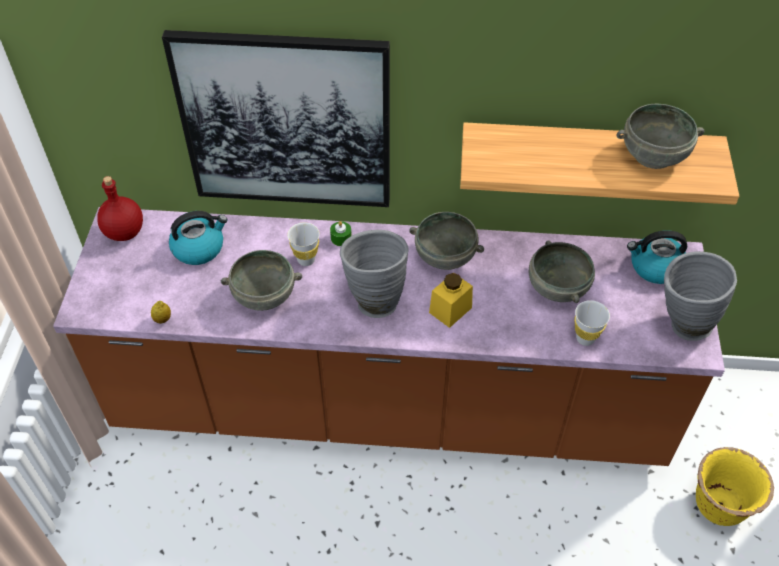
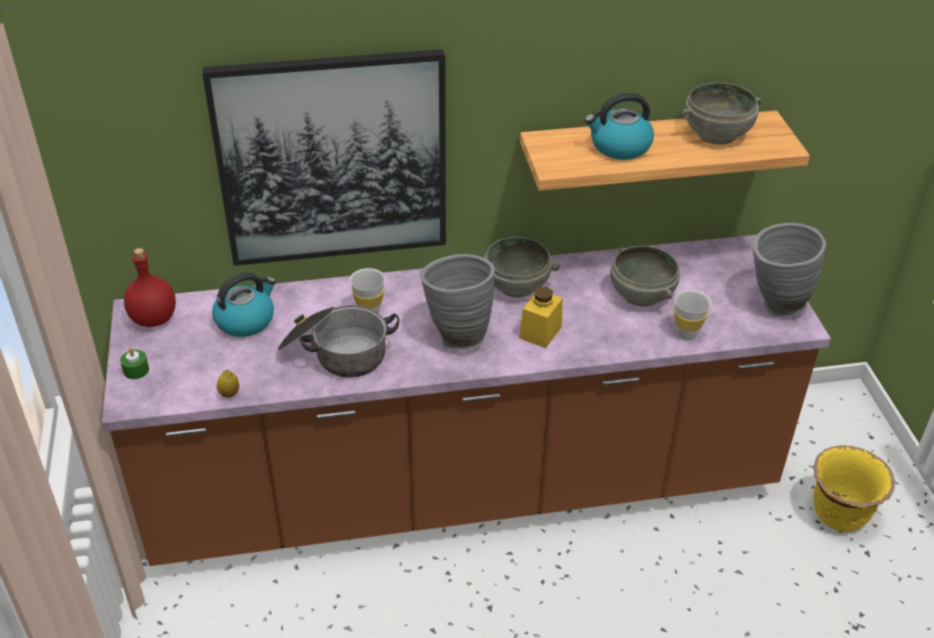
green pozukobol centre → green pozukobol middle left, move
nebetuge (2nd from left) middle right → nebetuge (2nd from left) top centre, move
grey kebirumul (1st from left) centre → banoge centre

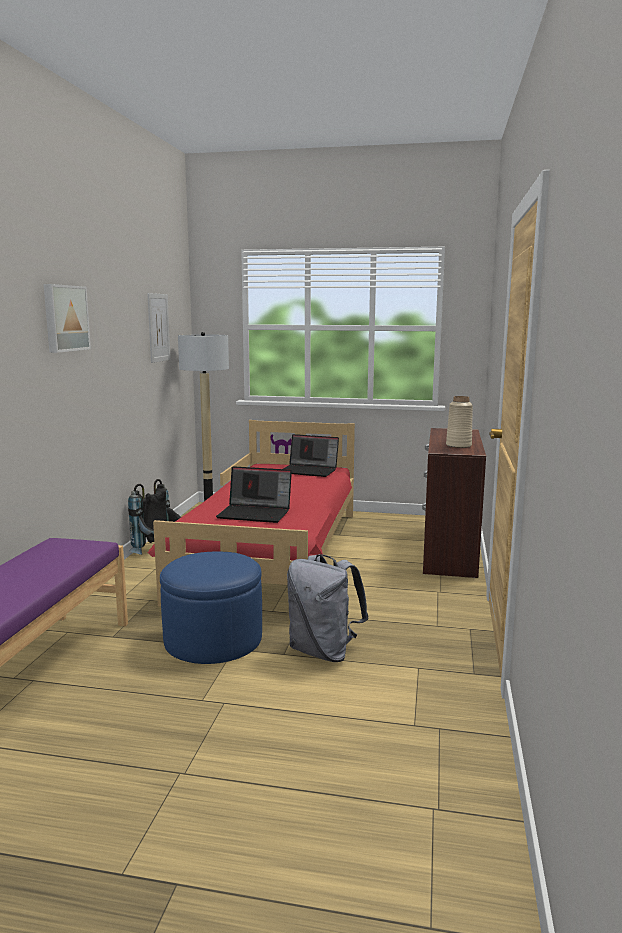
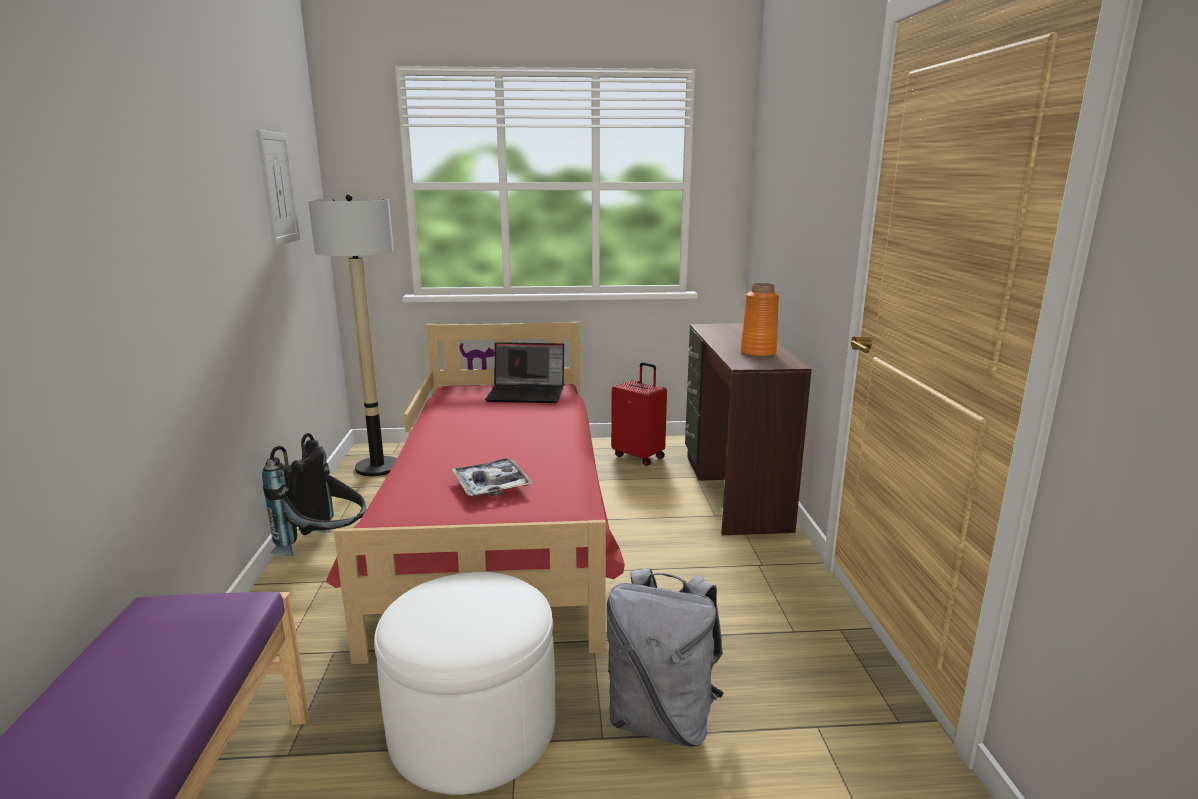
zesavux (1st from left) middle left → -
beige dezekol middle right → orange dezekol centre
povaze (1st from left) centre → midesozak centre
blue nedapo centre → white nedapo bottom centre
- → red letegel centre

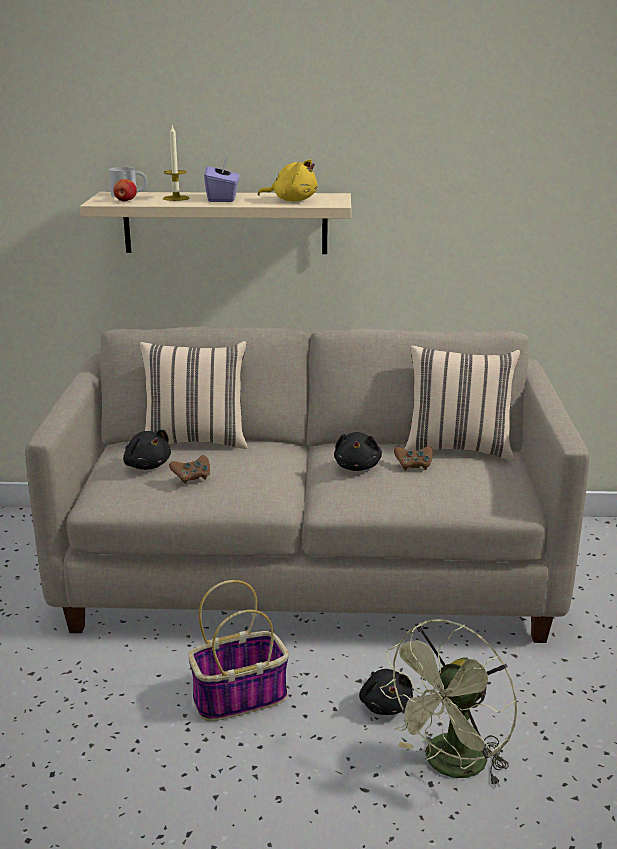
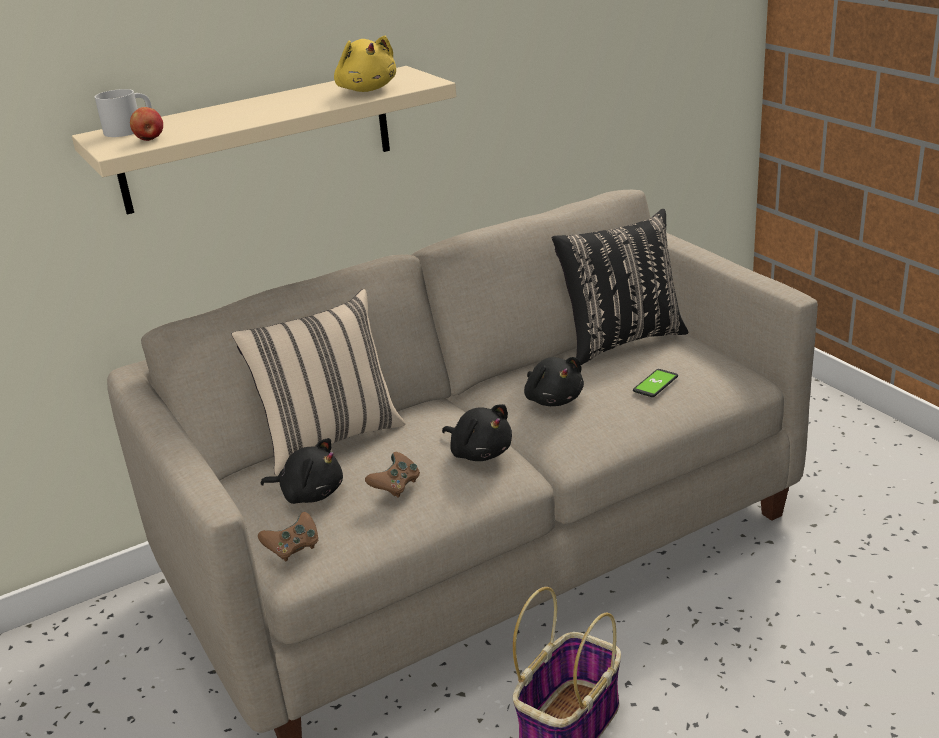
pozukobol top left → -
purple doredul top centre → -
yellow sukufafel top centre, 75 degrees clockwise
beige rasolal (2nd from left) middle right → black rasolal centre
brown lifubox (2nd from left in the first image) middle right → brown lifubox (1st from left) bottom left, move
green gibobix bottom right → -
black sukufafel (3rd from left in the first image) bottom centre → black sukufafel (2nd from left) centre, move
- → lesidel middle right

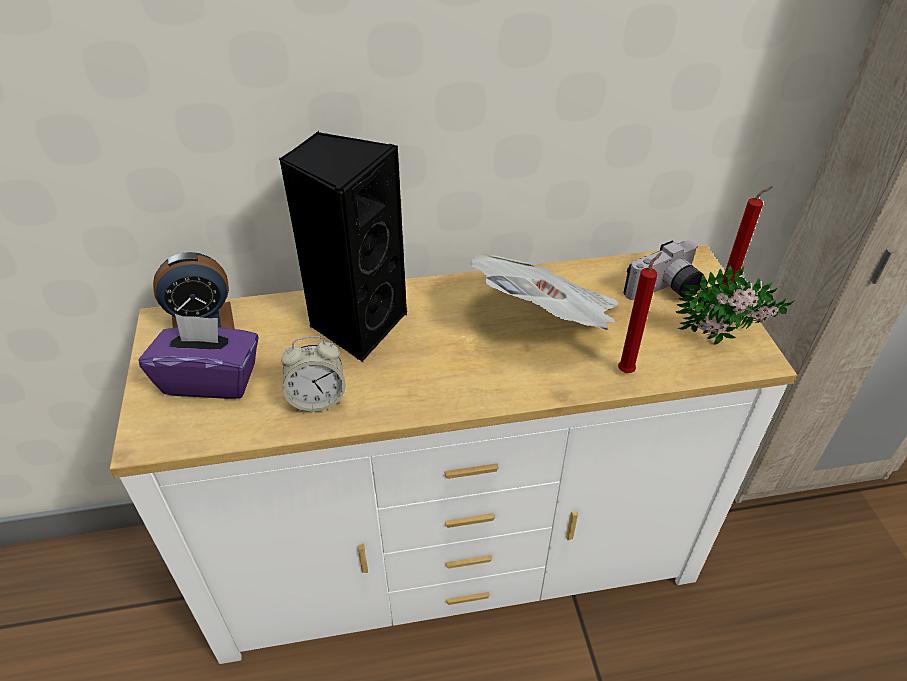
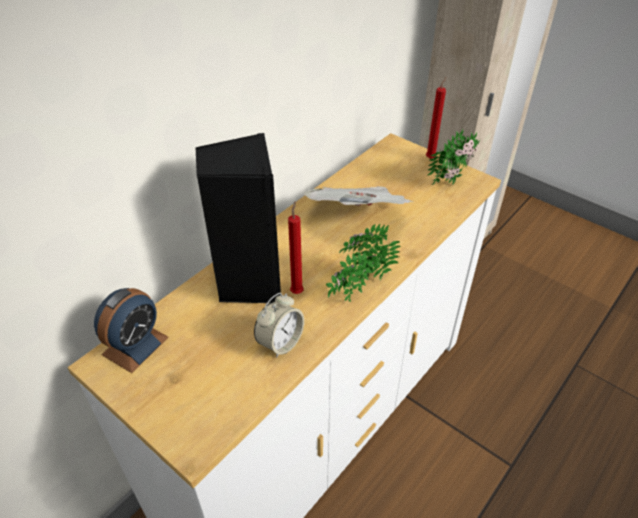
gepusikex middle right → -
red pozukobol (1st from left) middle right → red pozukobol (1st from left) centre, move
purple doredul middle left → -
- → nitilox (1st from left) centre

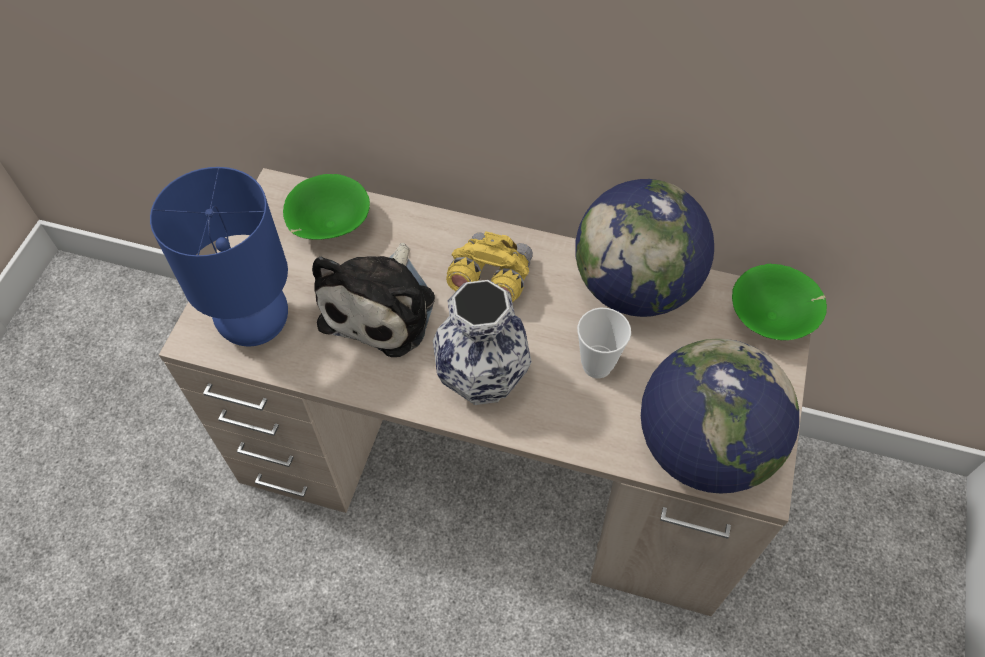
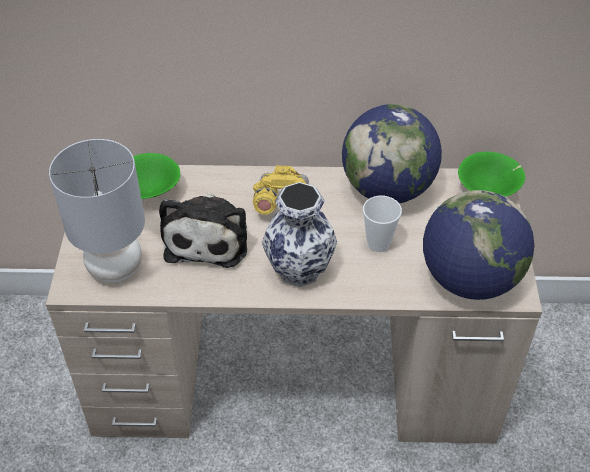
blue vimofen middle left → grey vimofen middle left

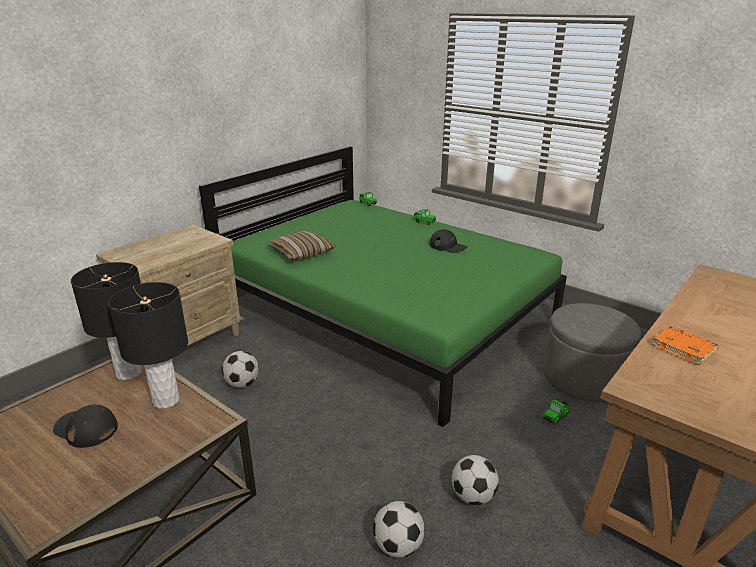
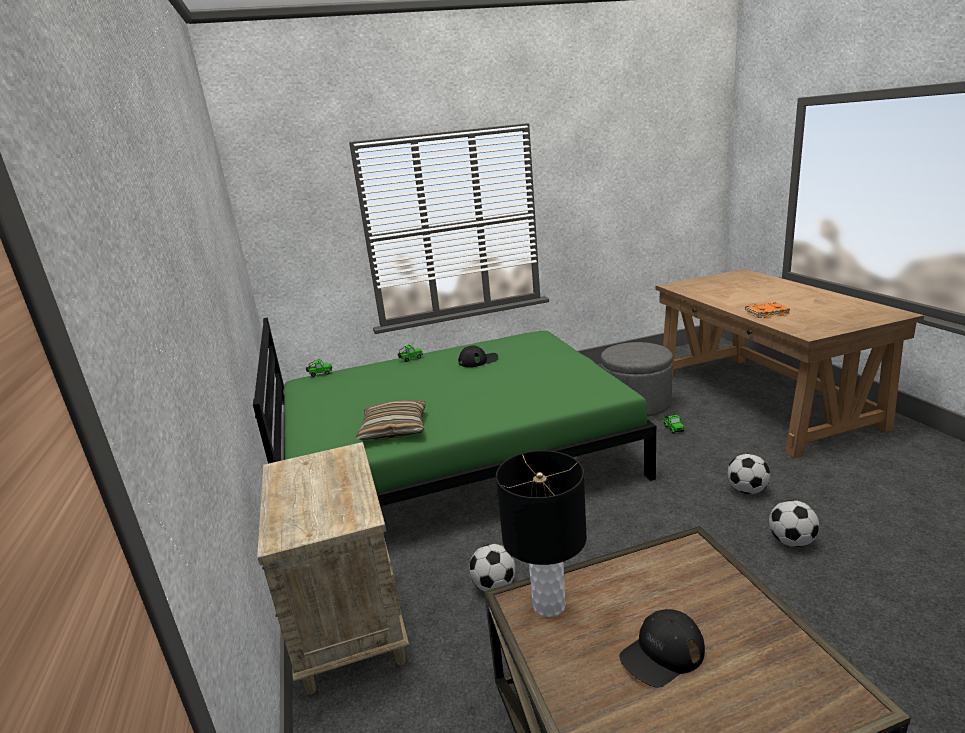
black vimofen (2nd from left) middle left → -

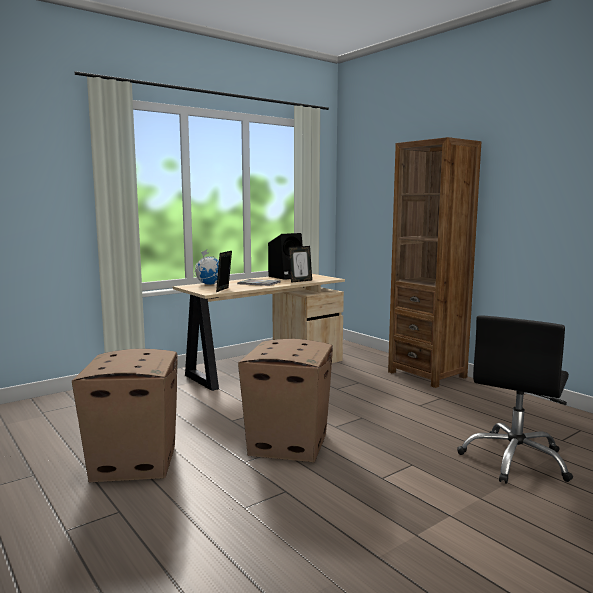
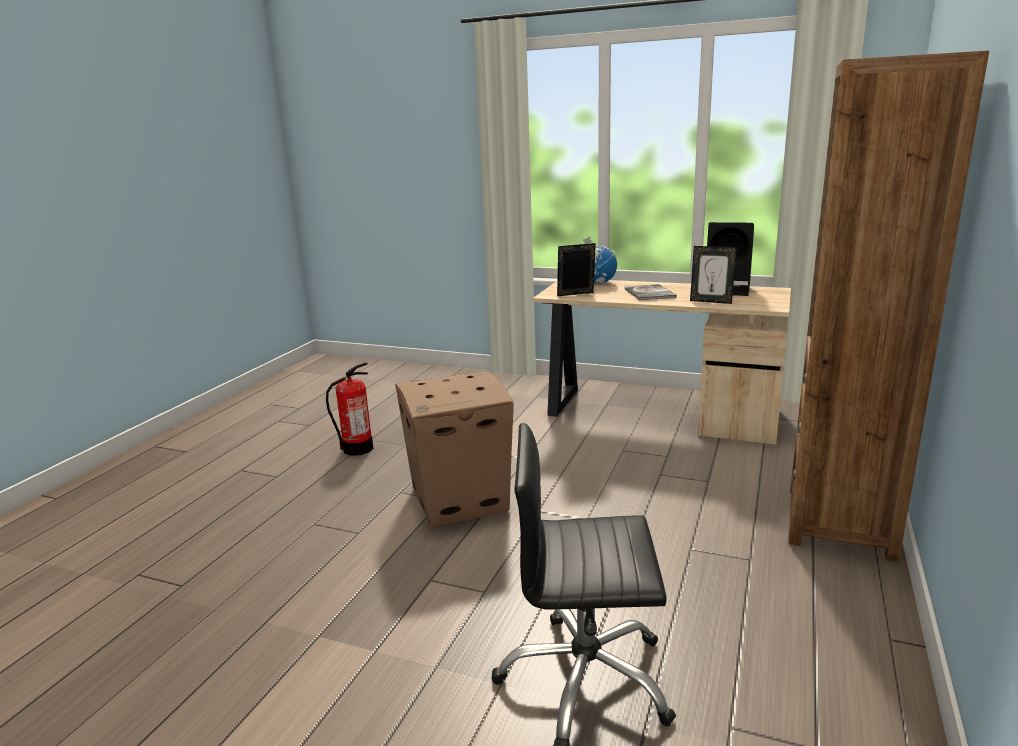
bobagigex (1st from left) bottom left → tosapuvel centre

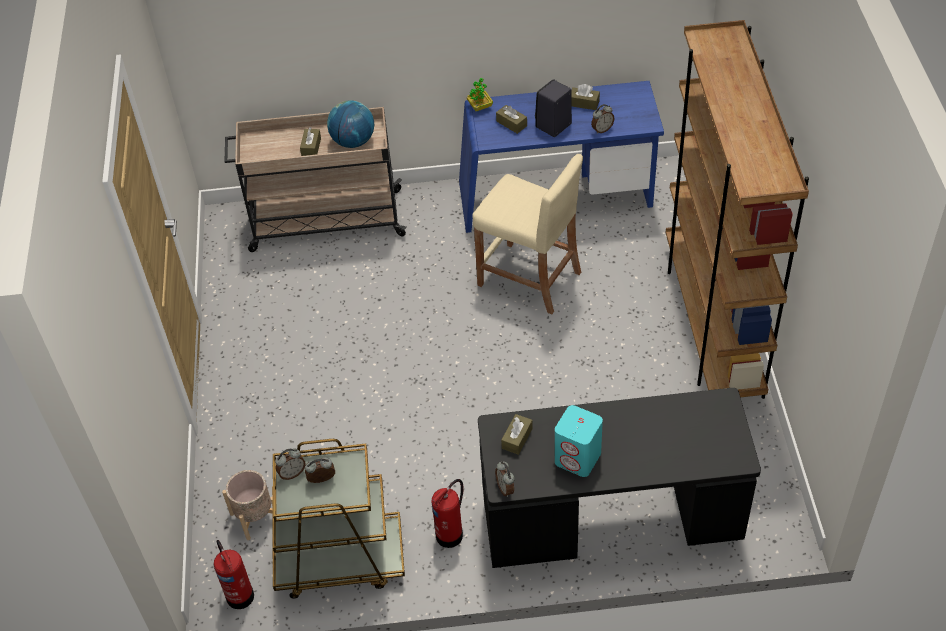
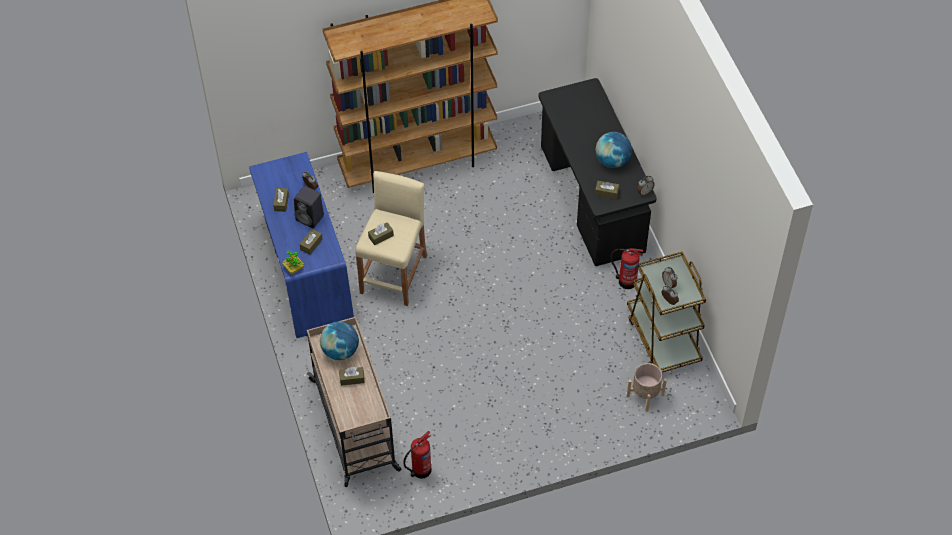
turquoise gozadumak bottom centre → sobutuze (2nd from left) top centre
tosapuvel (1st from left) bottom left → tosapuvel (1st from left) bottom centre, move
- → brown doredul (4th from left) centre

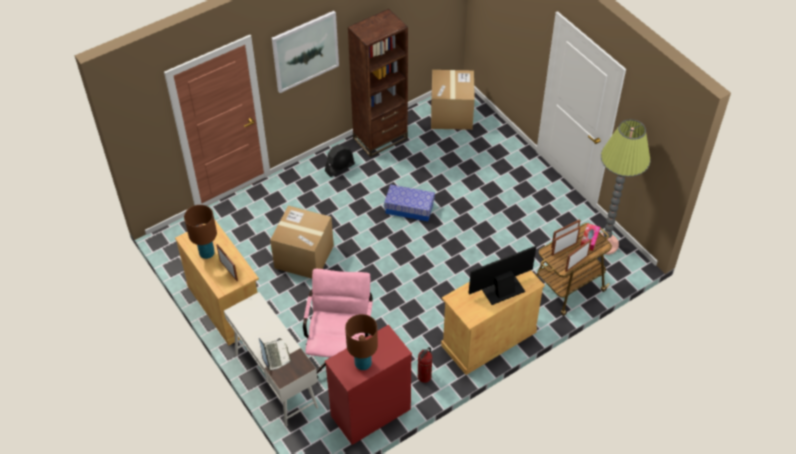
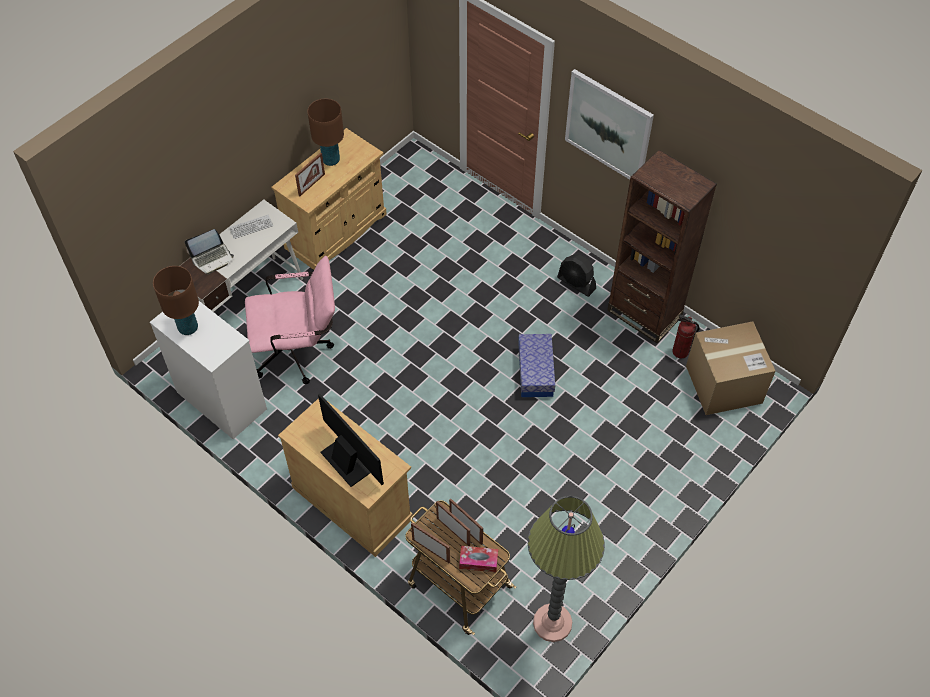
bobagigex (1st from left) centre → -
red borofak bottom centre → white borofak middle left
tosapuvel bottom centre → tosapuvel middle right, move
- → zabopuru top left

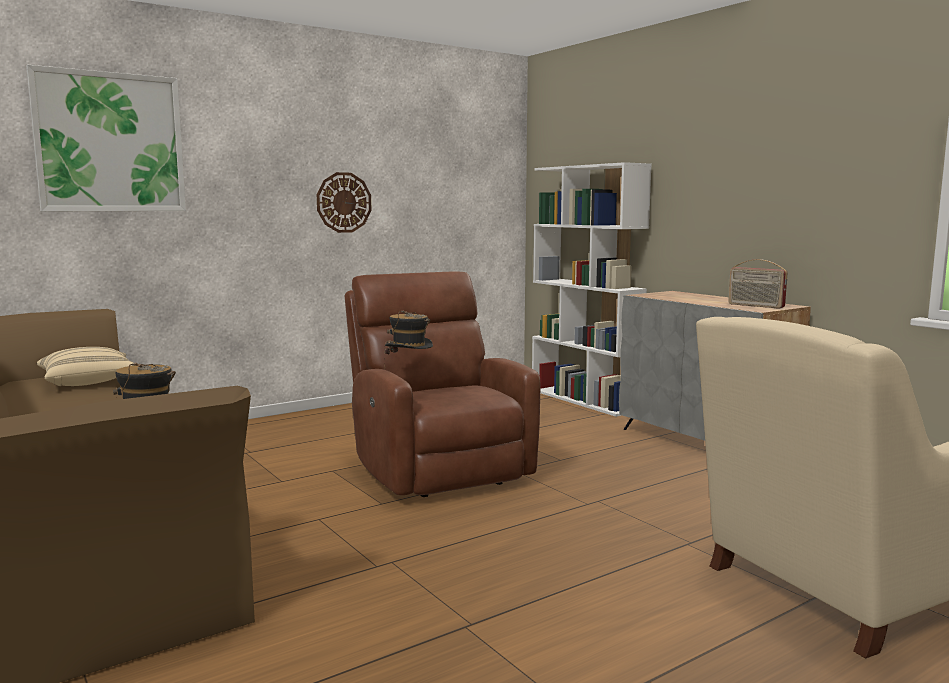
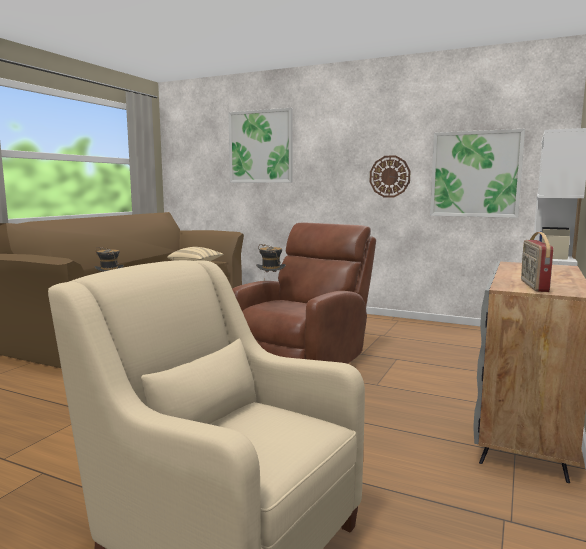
- → zesavux (2nd from left) top right

